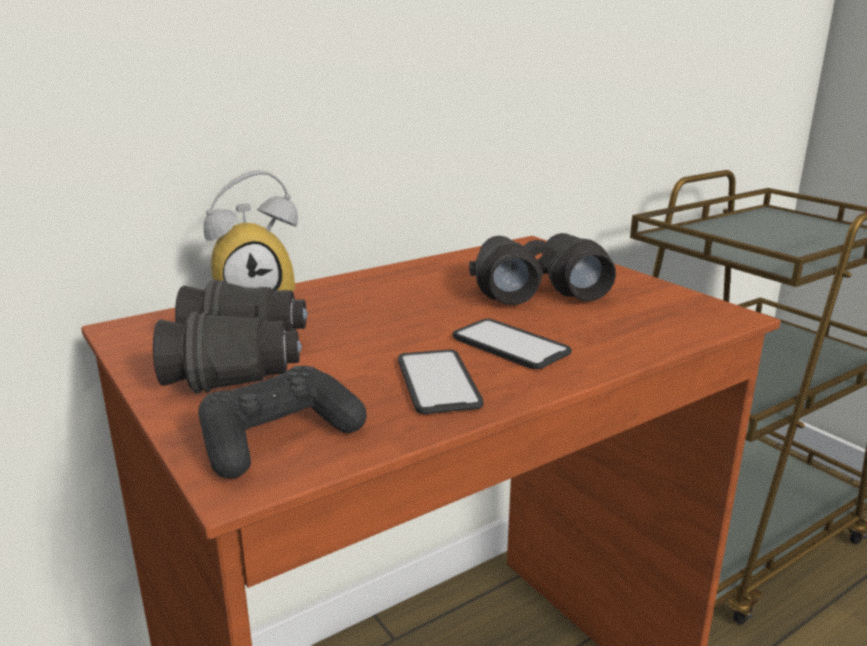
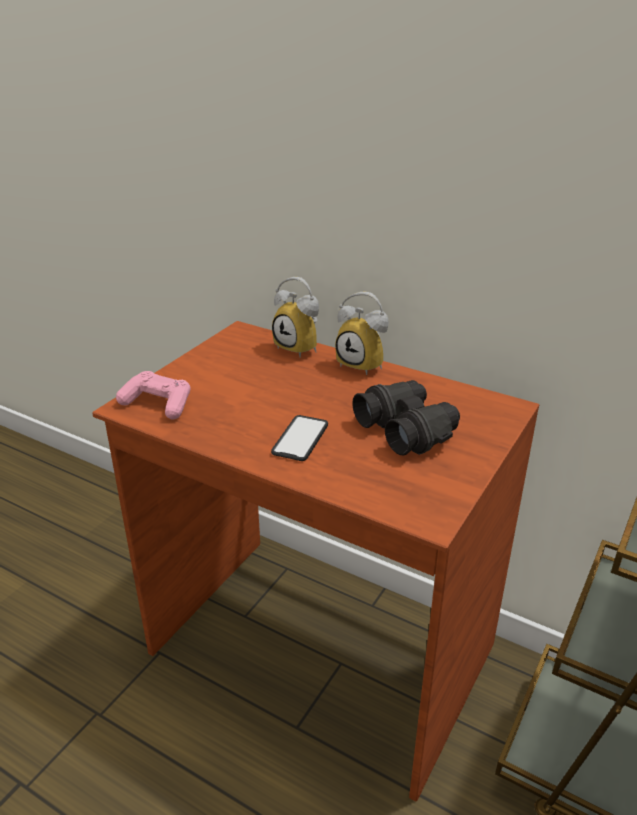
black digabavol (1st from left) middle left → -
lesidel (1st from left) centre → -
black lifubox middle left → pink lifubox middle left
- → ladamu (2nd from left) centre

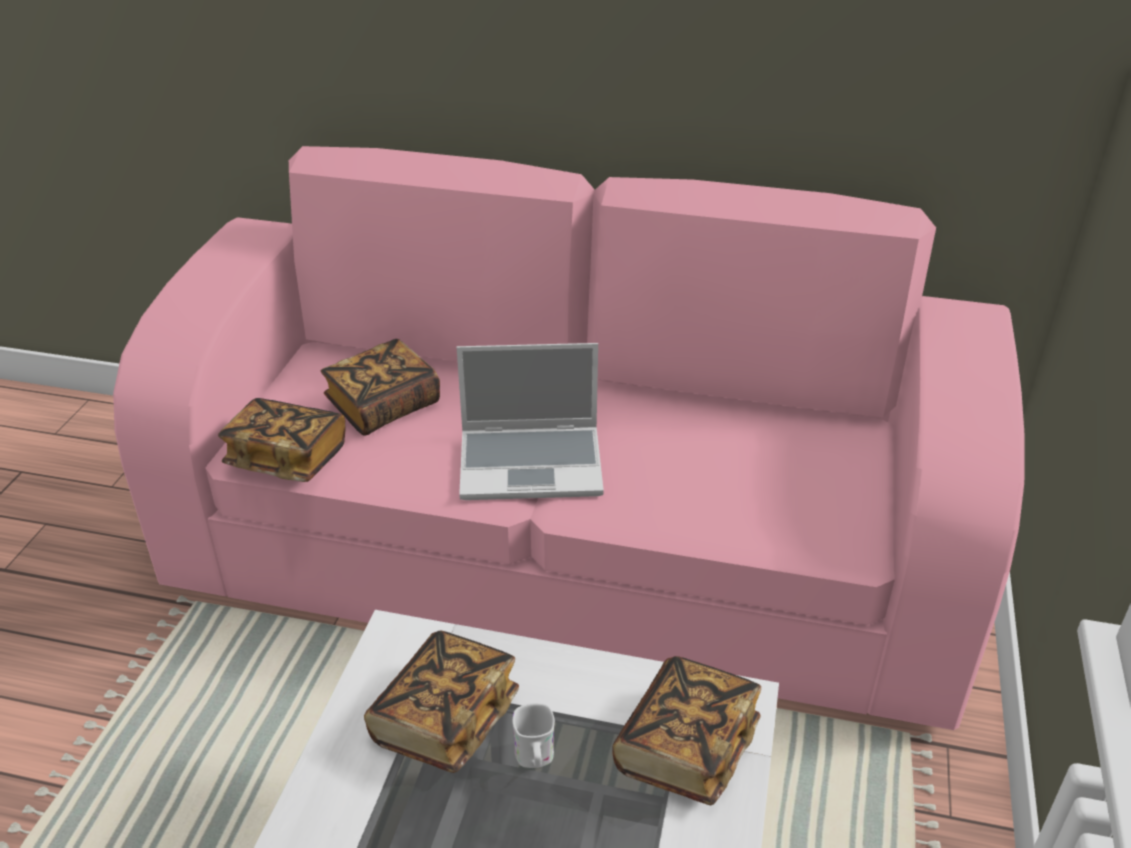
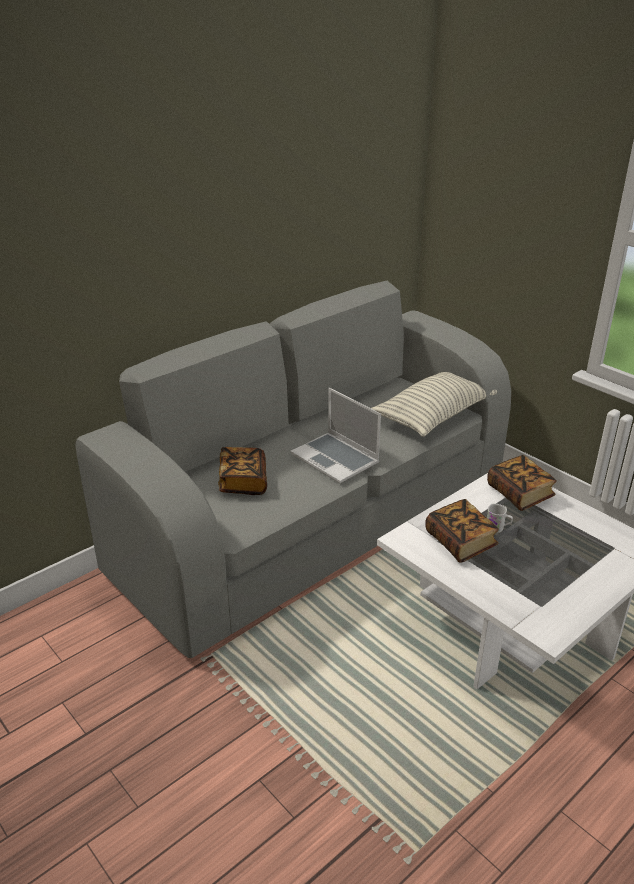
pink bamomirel centre → grey bamomirel centre
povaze centre, 105 degrees clockwise
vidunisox (1st from left) middle left → -
- → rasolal middle right

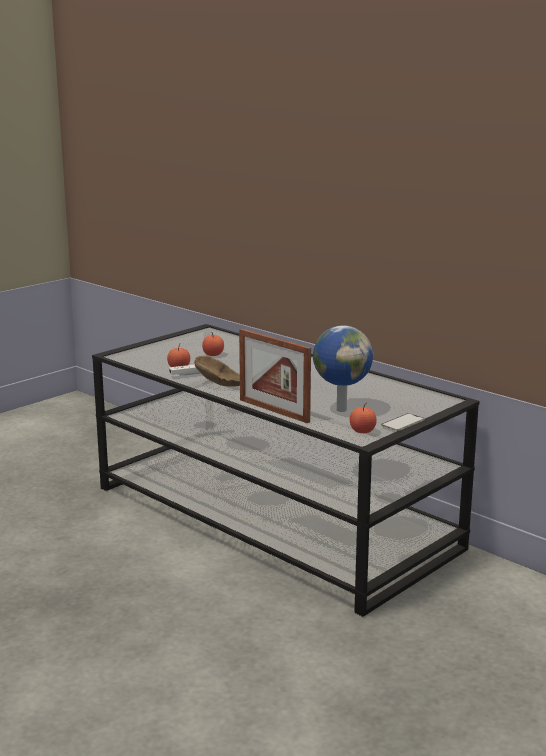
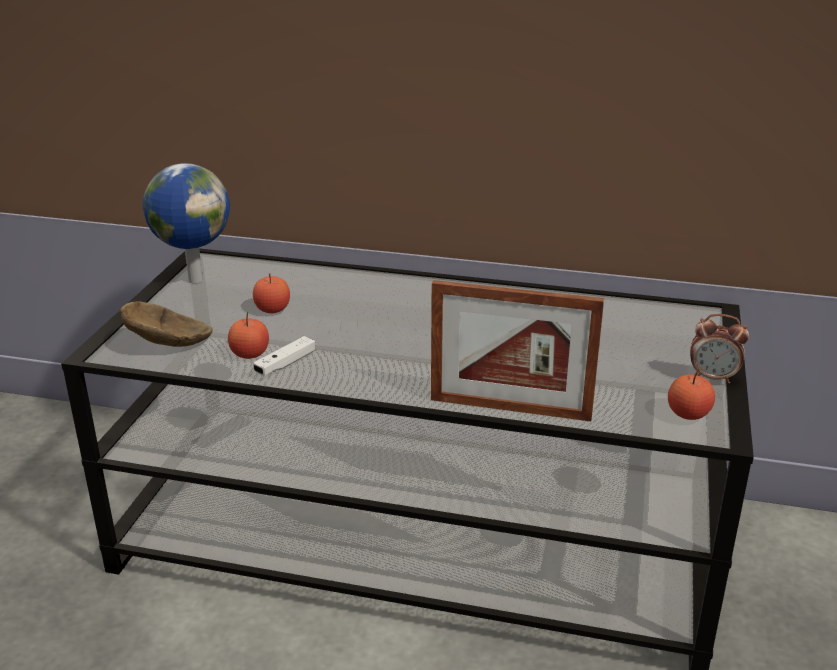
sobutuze centre → sobutuze top left, move
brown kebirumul centre → brown kebirumul middle left, move
lesidel middle right → ladamu middle right

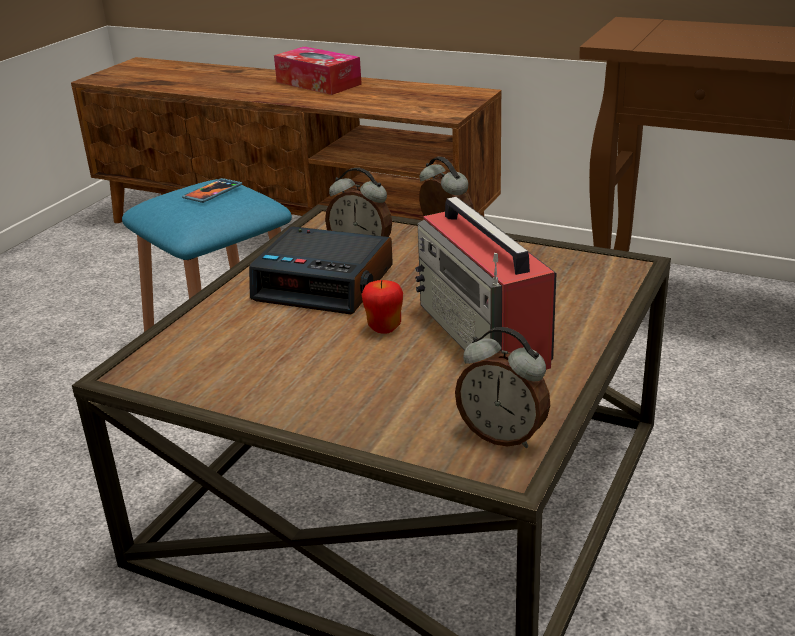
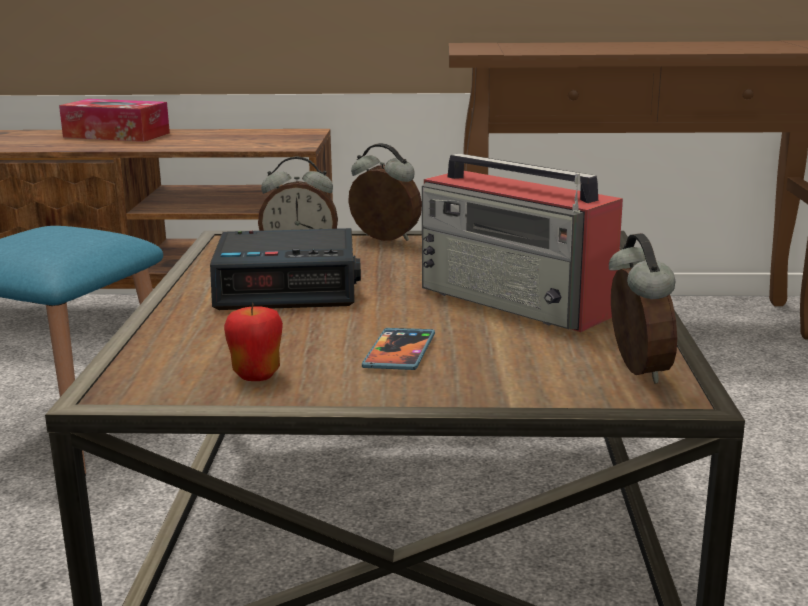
lesidel top left → lesidel centre, move
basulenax centre → basulenax middle left, move
ladamu (4th from left) centre → ladamu (4th from left) middle right, 105 degrees counterclockwise

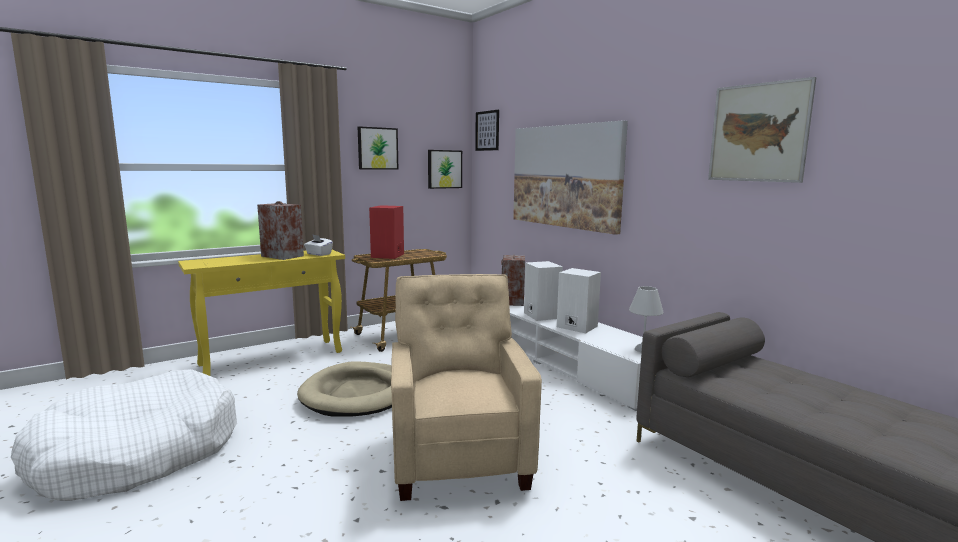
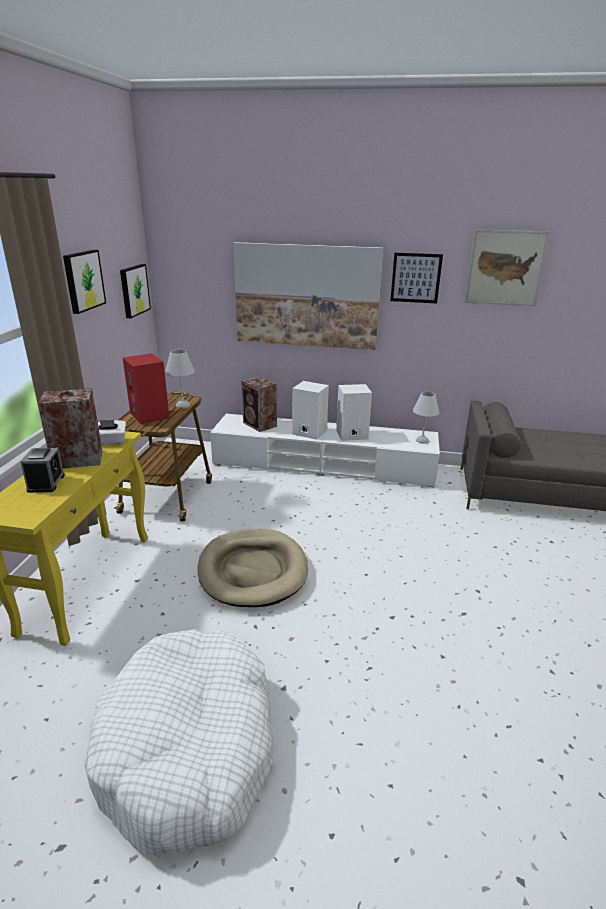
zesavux (3rd from left in the first image) top centre → zesavux (4th from left) top right, move
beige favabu bottom centre → -
- → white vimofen (1st from left) middle left
- → ladamu middle left

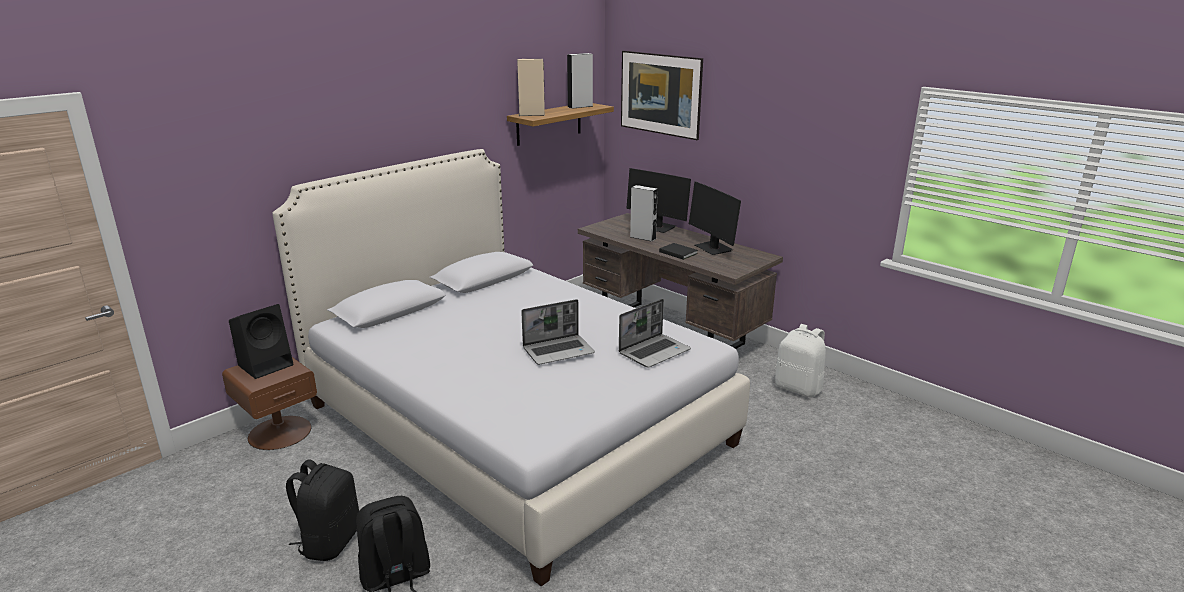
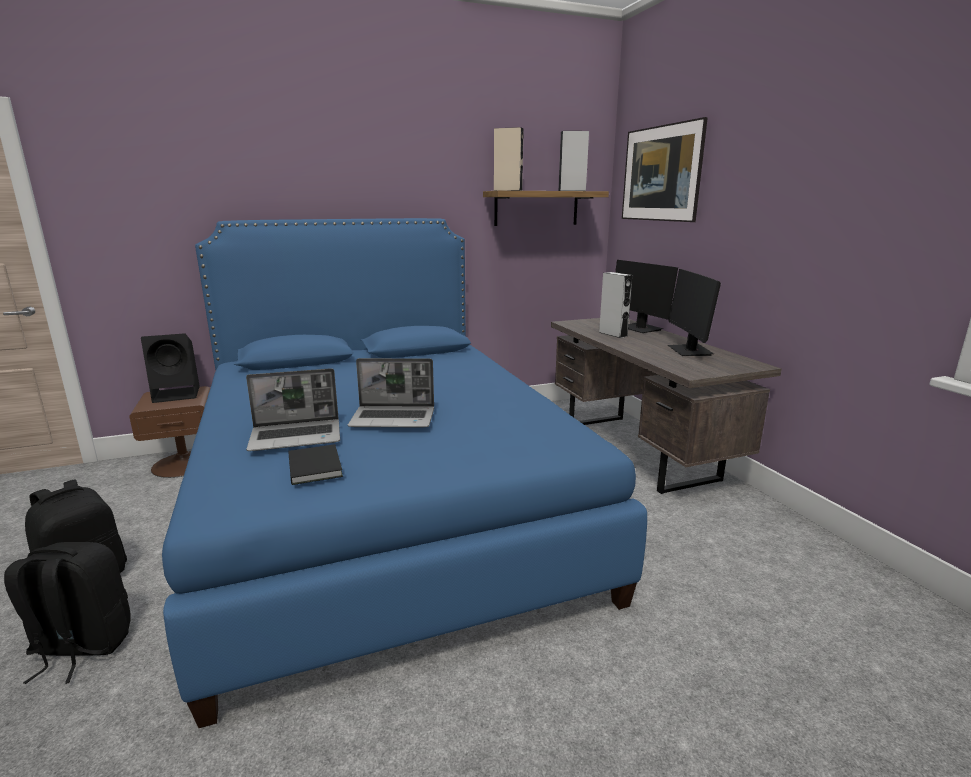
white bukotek centre → blue bukotek centre
black vidunisox centre → black vidunisox middle left, move
povaze (2nd from left in the first image) centre → povaze (1st from left) middle left, move
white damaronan middle right → -

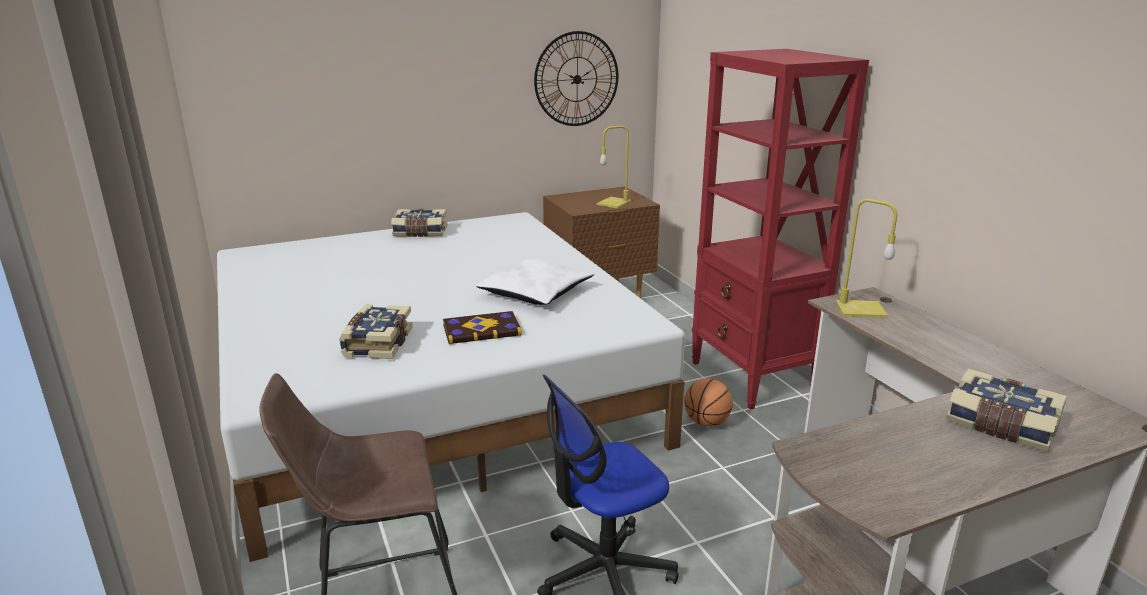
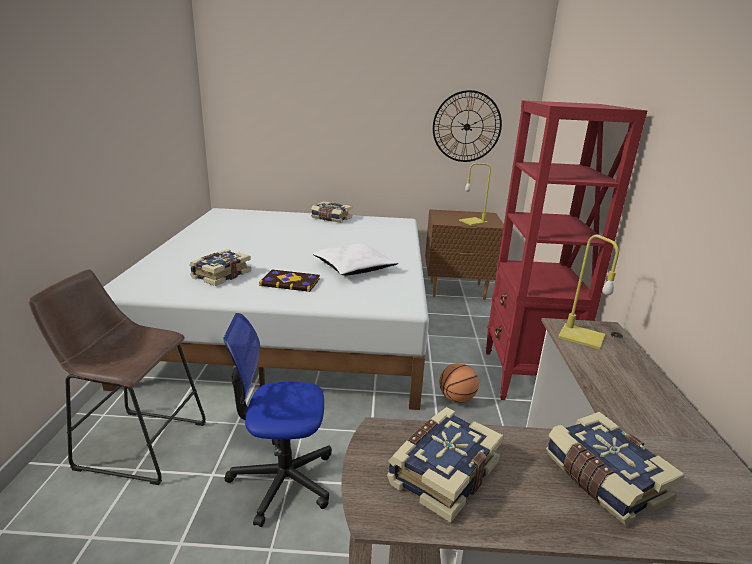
- → vidunisox (4th from left) bottom centre

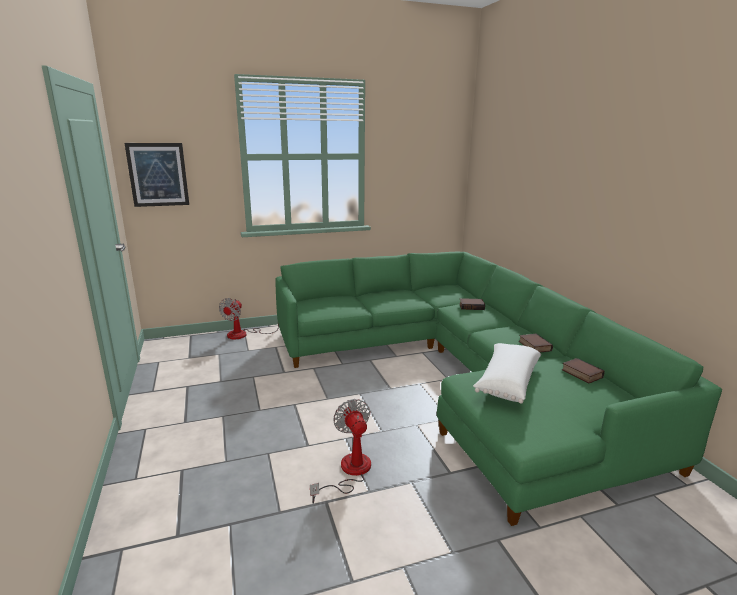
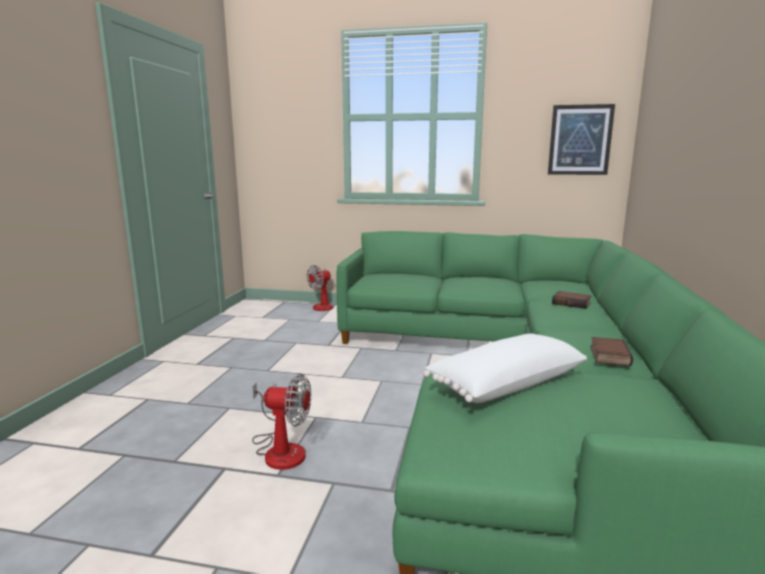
zesavux top left → zesavux top right, move
vidunisox (3rd from left) middle right → -
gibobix (2nd from left in the first image) bottom centre → gibobix (1st from left) bottom centre, 90 degrees clockwise

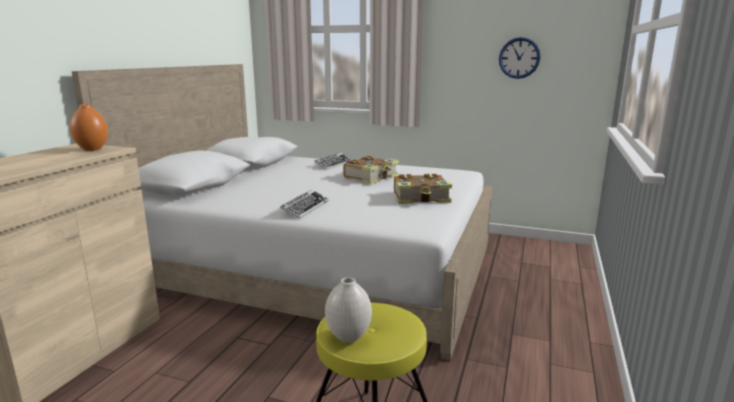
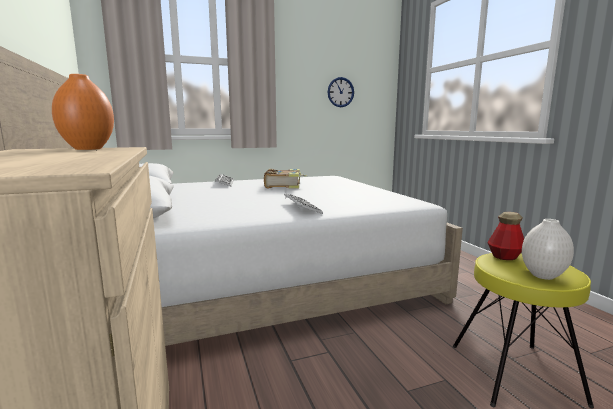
vidunisox (2nd from left) centre → -
- → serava middle right

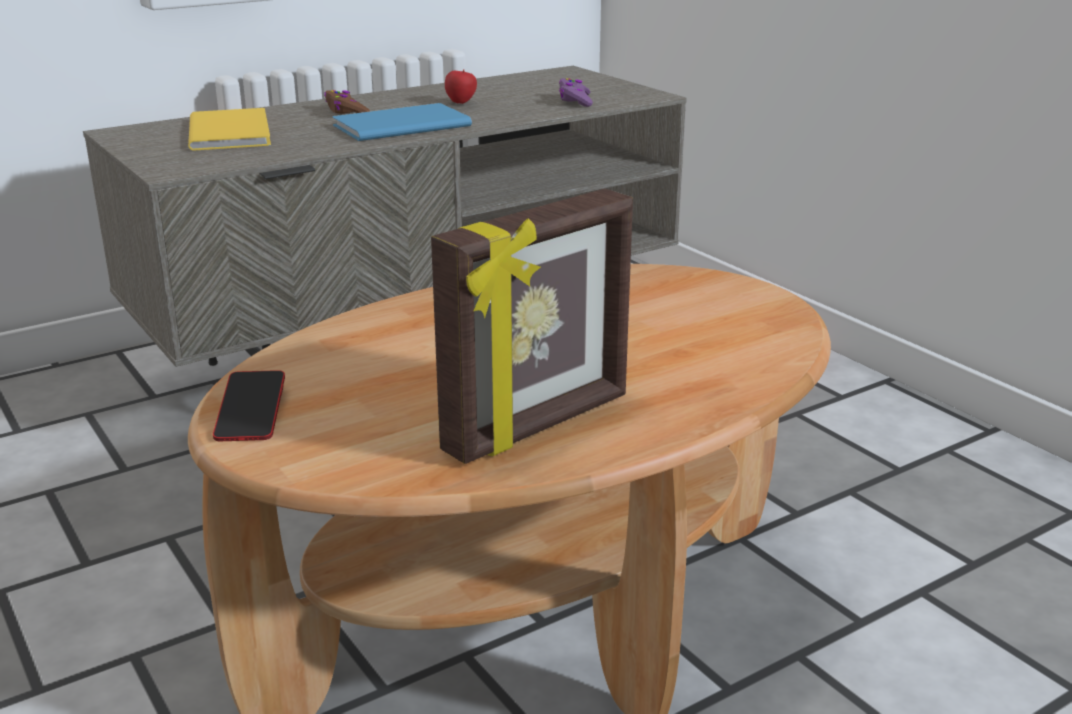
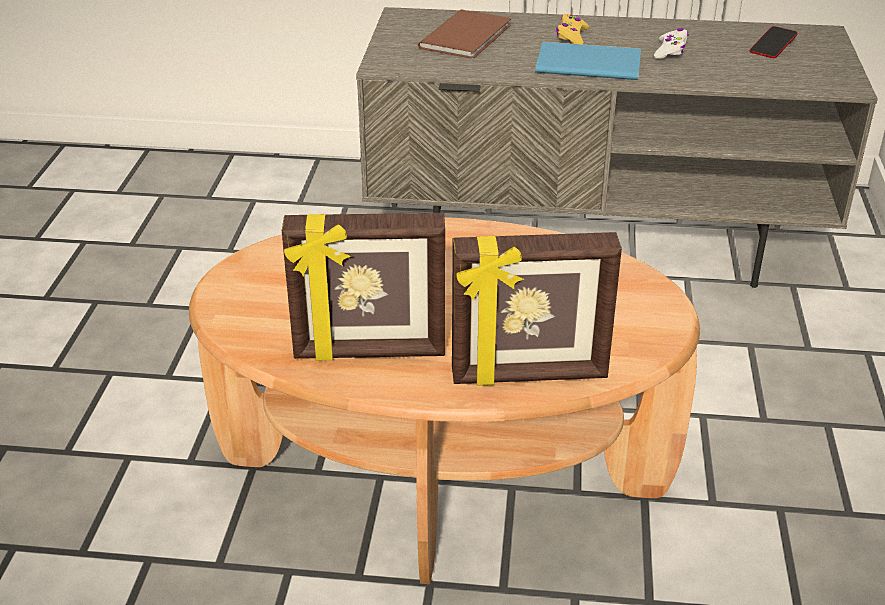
basulenax top centre → white lifubox top right
purple lifubox top centre → -
brown lifubox top left → yellow lifubox top centre
yellow vidunisox top left → brown vidunisox top centre
lesidel middle left → lesidel top right, move
- → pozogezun (2nd from left) centre

